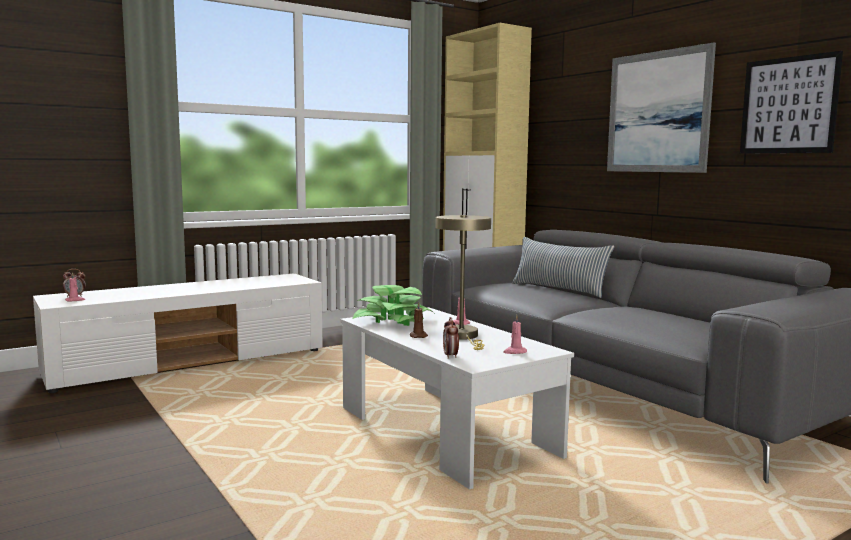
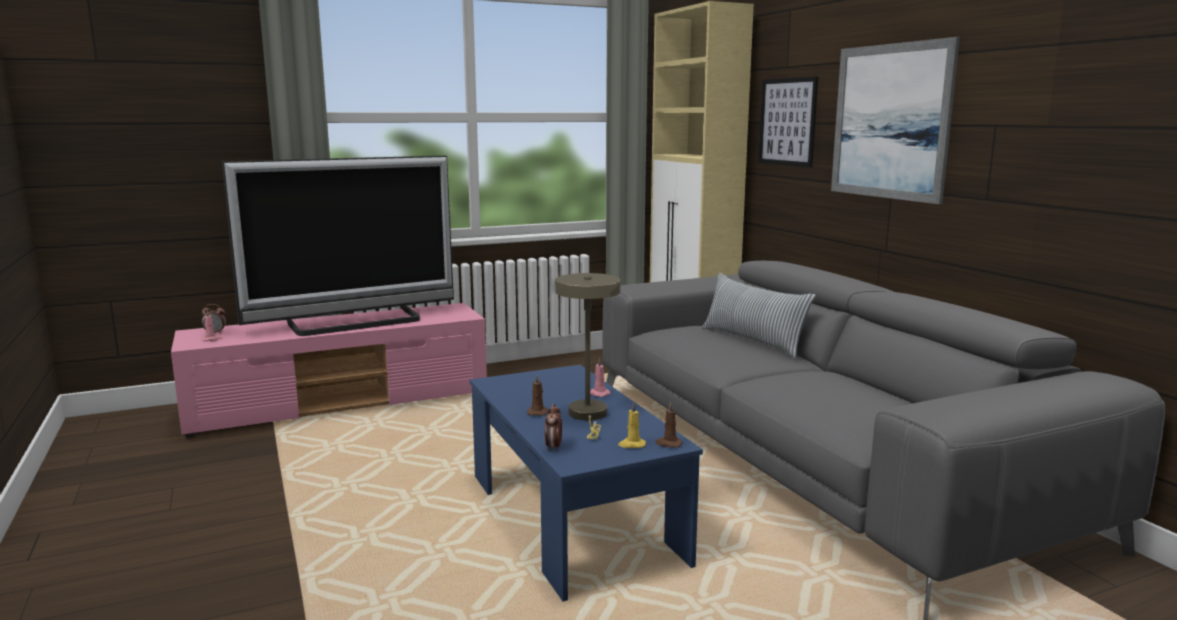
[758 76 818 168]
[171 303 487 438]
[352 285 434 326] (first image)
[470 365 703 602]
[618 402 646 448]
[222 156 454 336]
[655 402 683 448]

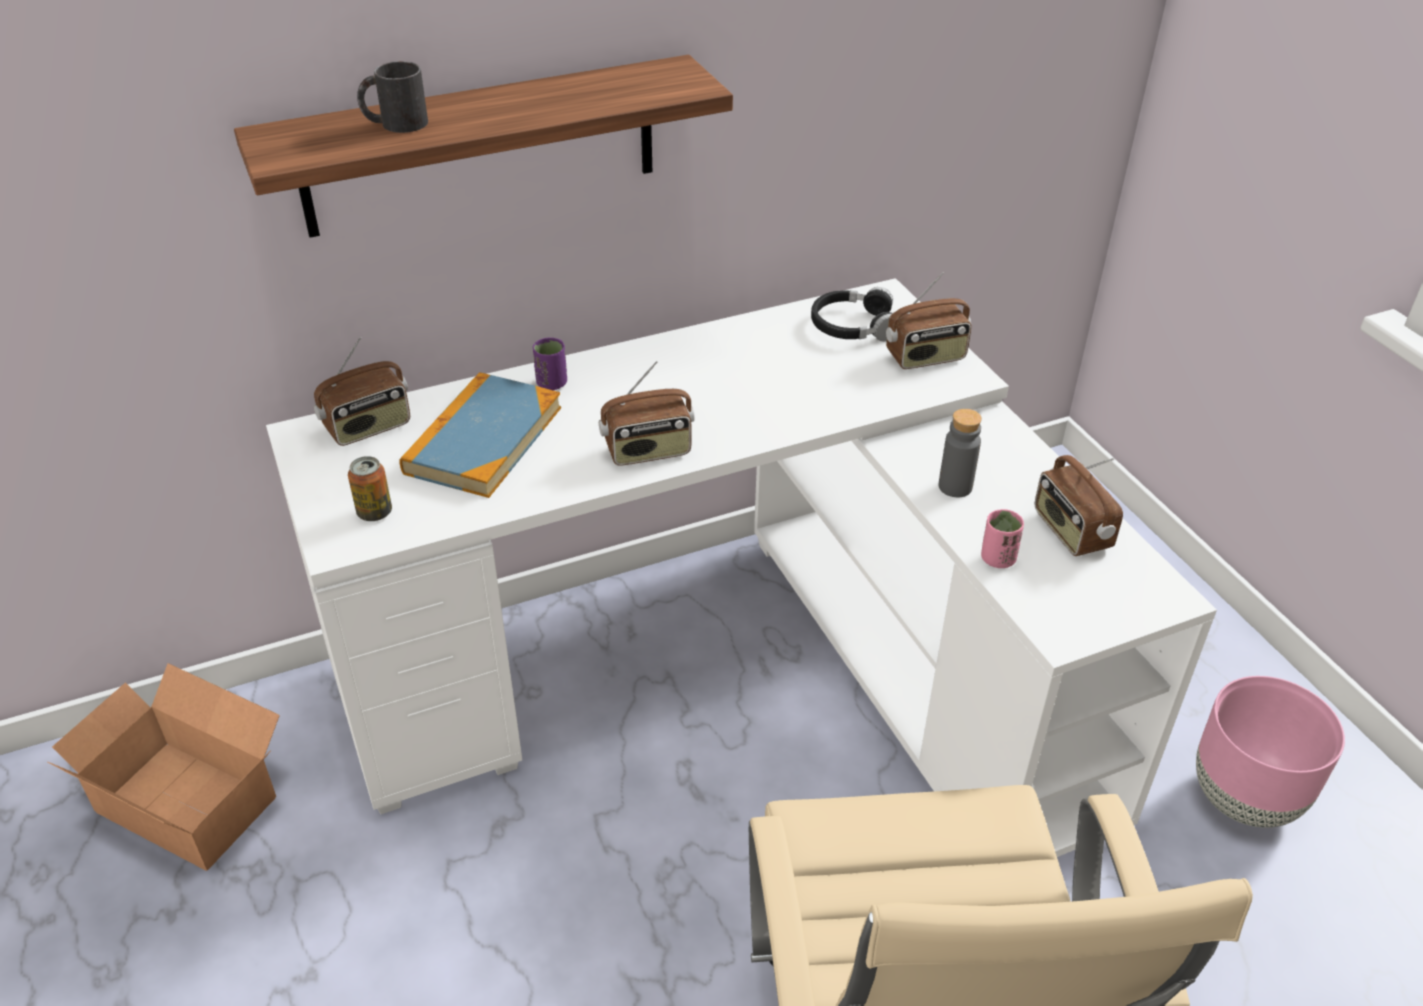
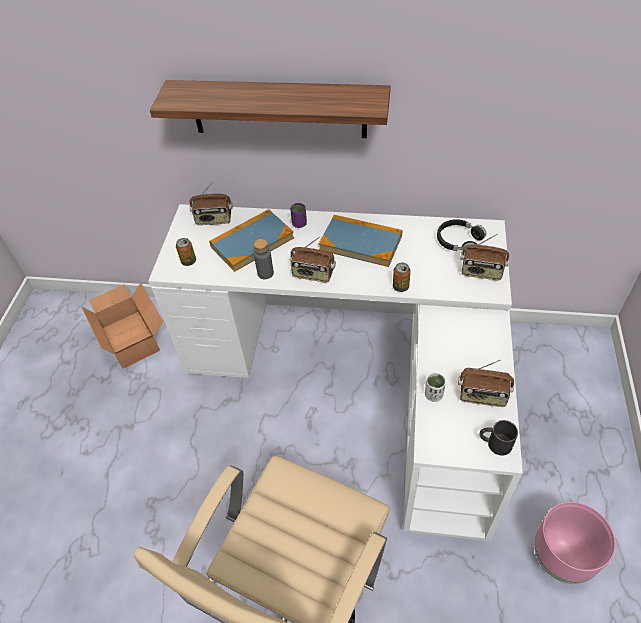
[479 420 518 456]
[254 239 274 279]
[458 360 514 407]
[425 373 446 402]
[319 215 402 267]
[393 263 411 292]

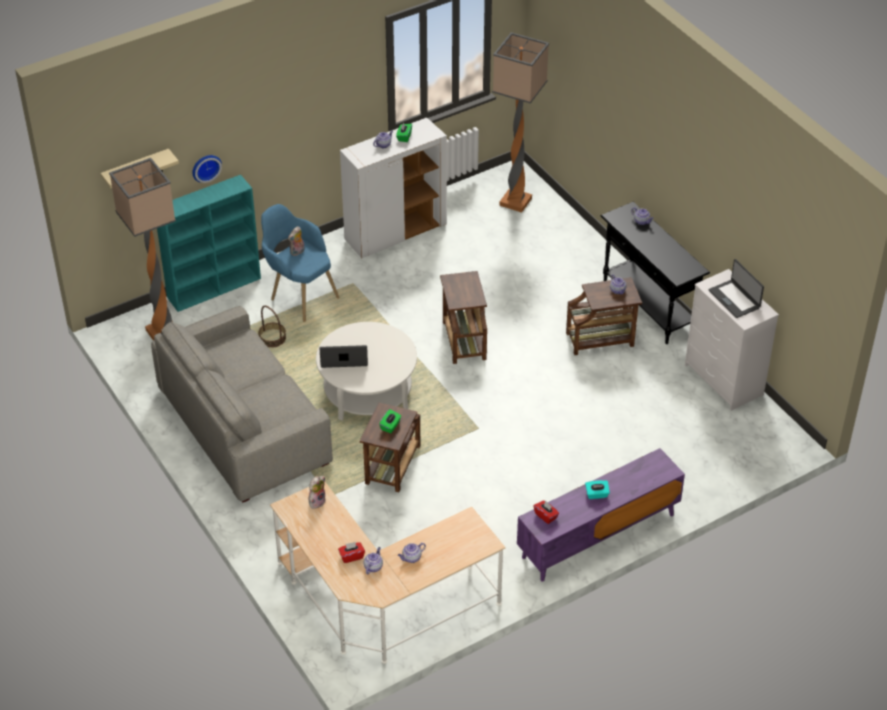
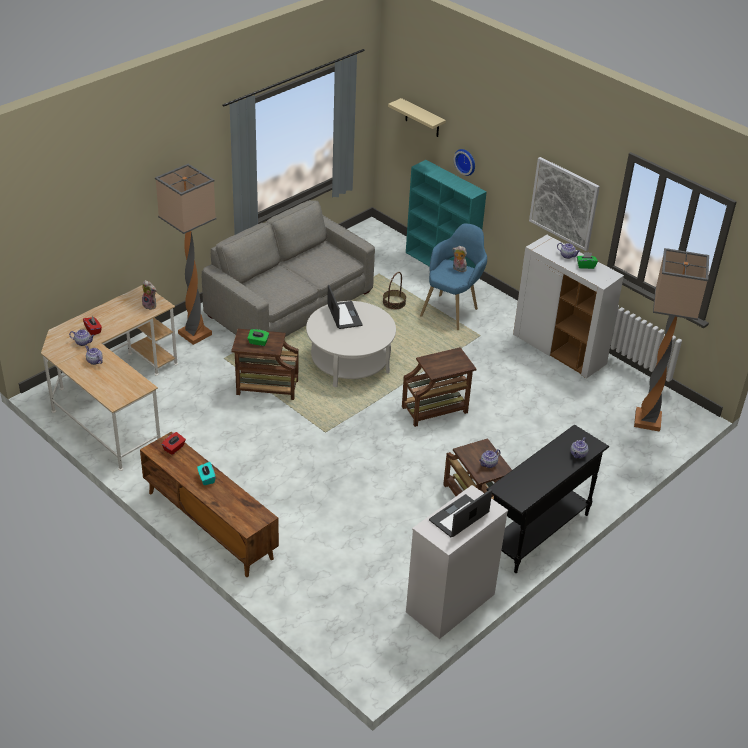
[155 164 216 345]
[140 432 279 577]
[529 157 600 251]

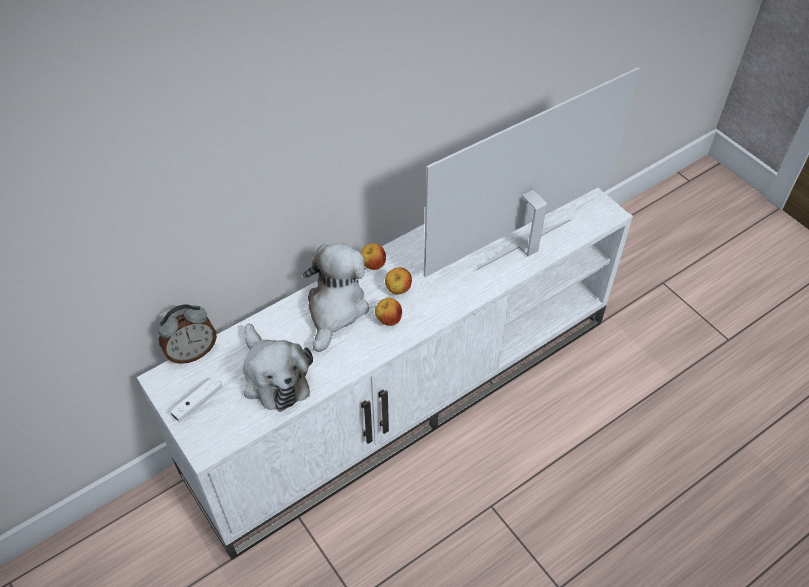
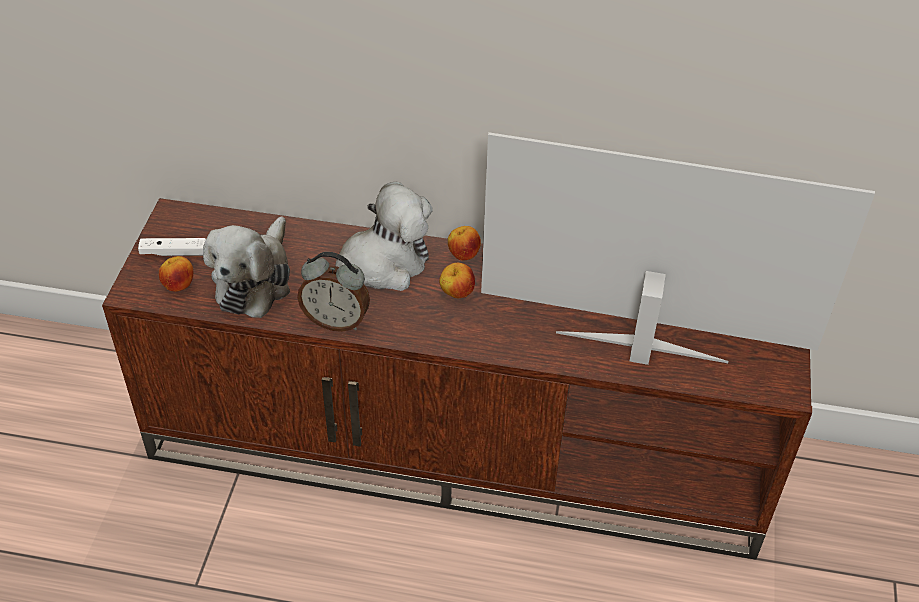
[102 198 812 560]
[159 256 193 292]
[297 252 370 332]

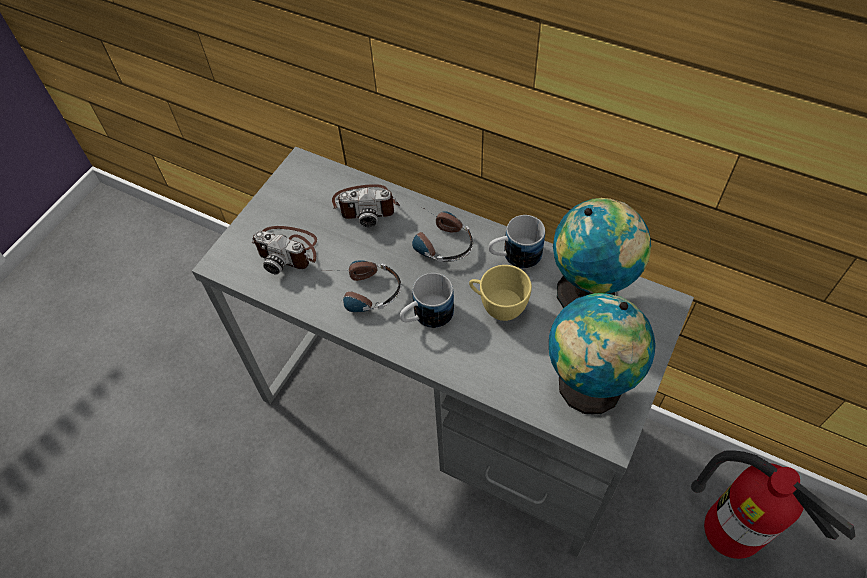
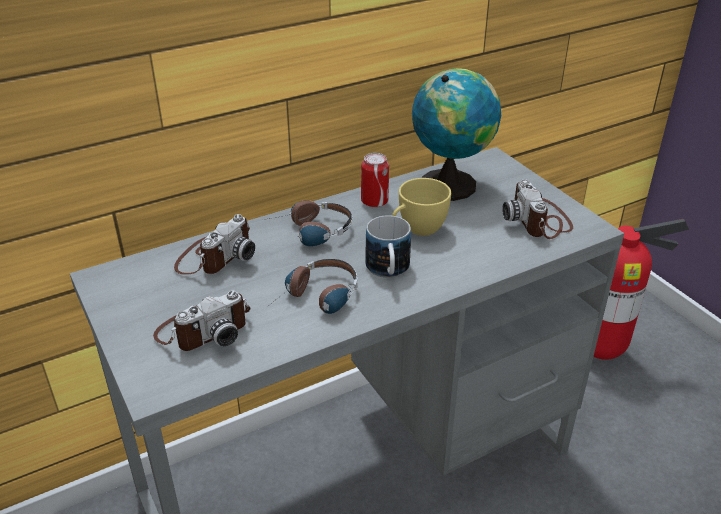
[361 153 389 207]
[502 179 573 239]

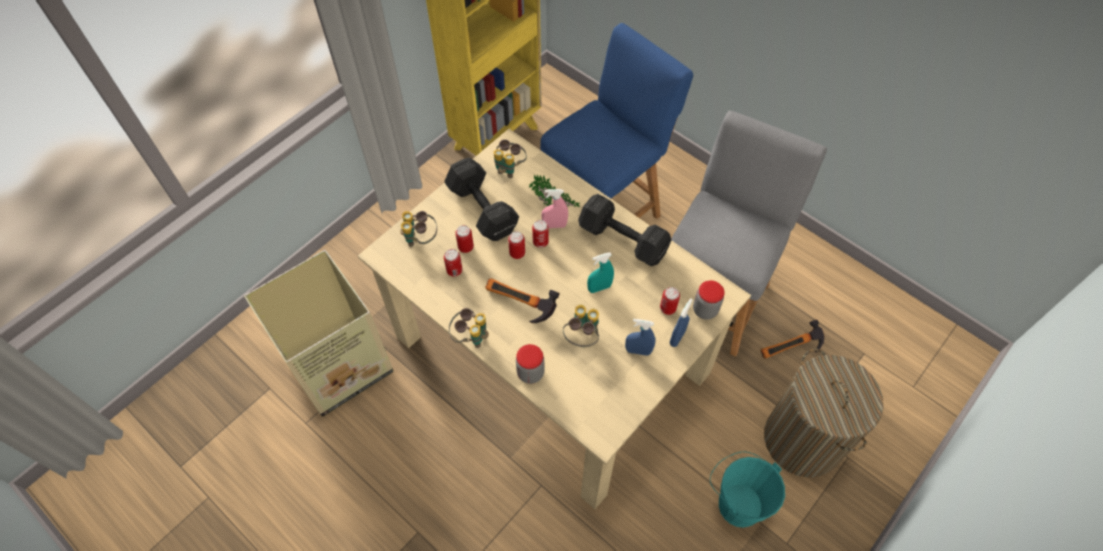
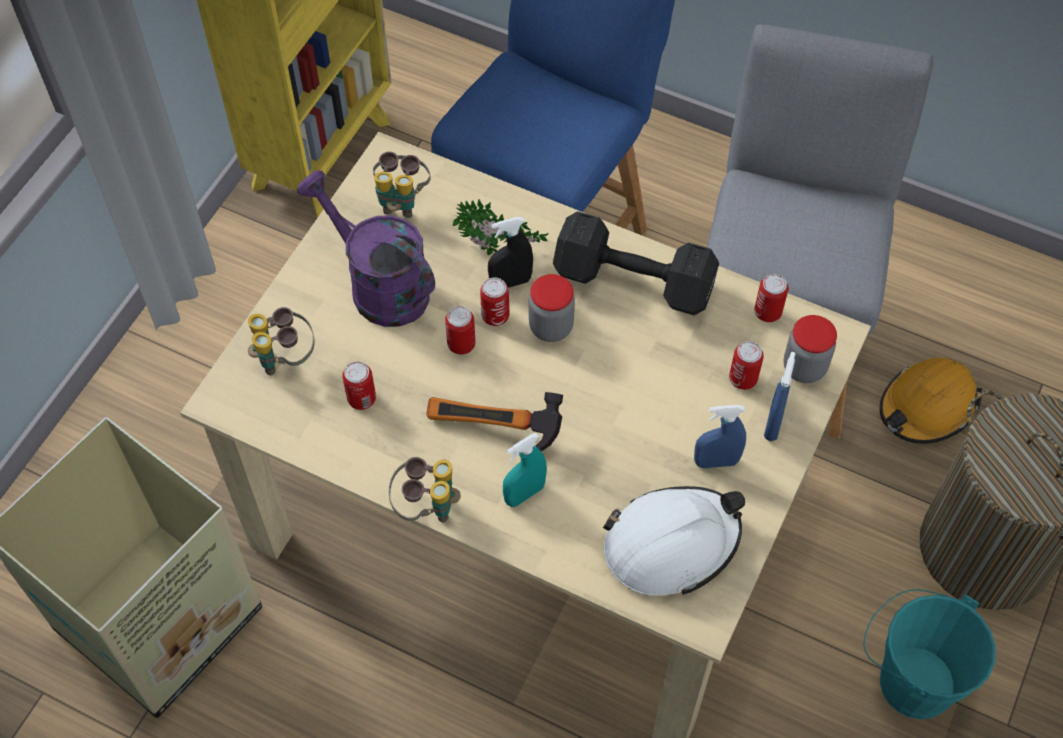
[297 170 435 327]
[488 217 533 288]
[754 274 788 322]
[503 433 547 507]
[563 305 599 347] (first image)
[879 358 982 444]
[529 274 575 342]
[603 486 745 596]

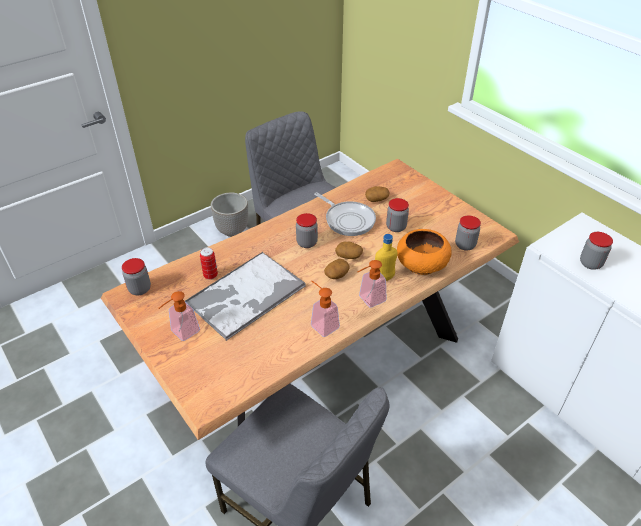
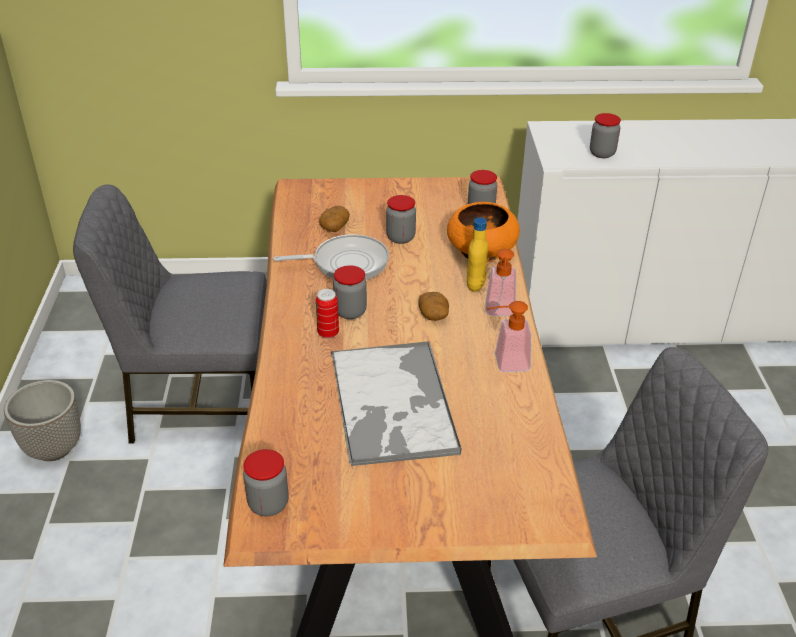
[335 242 363 259] (first image)
[316 289 339 339]
[159 291 200 341] (first image)

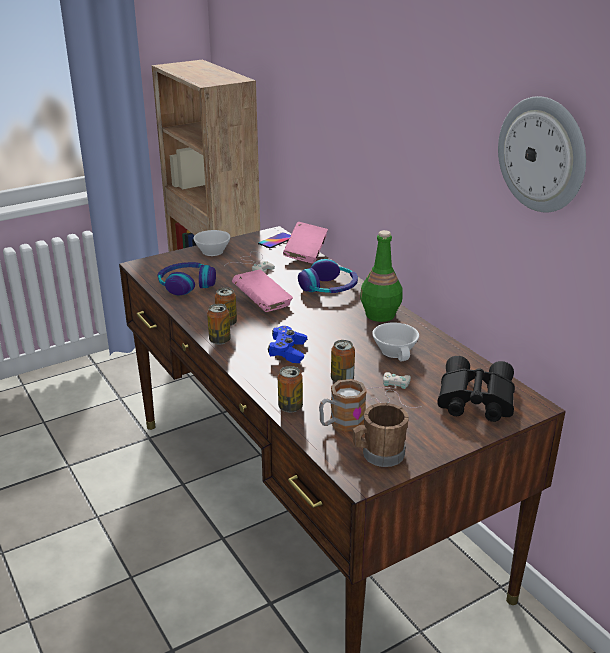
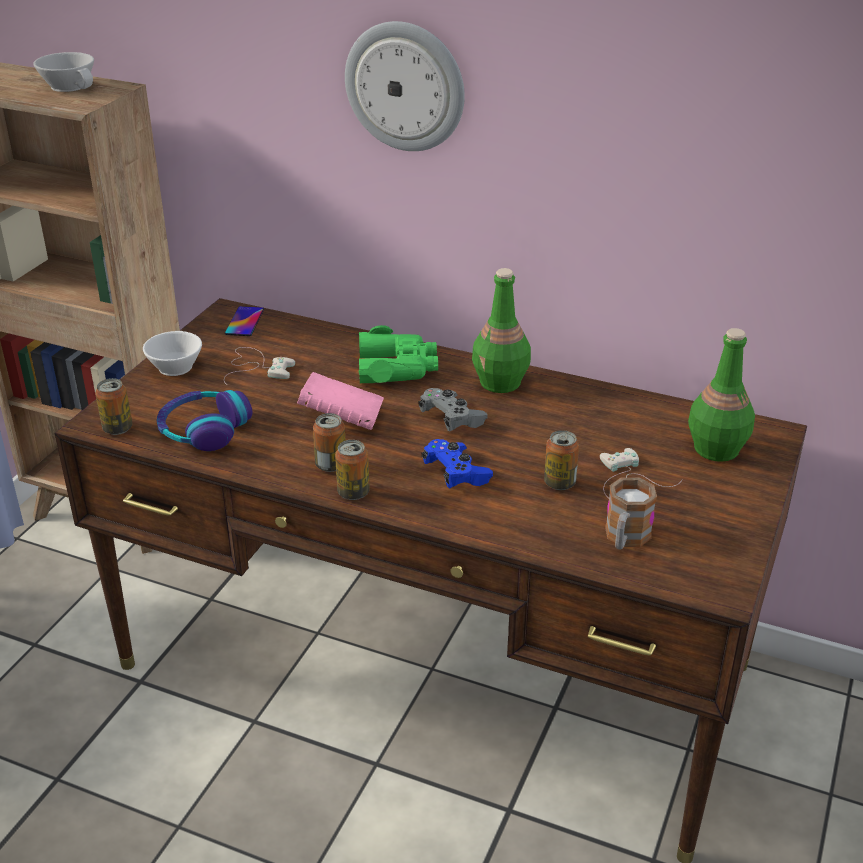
[345 21 465 151]
[283 222 328 264] (first image)
[359 325 438 383]
[33 52 94 92]
[688 328 755 462]
[95 378 133 435]
[353 403 409 467] (first image)
[418 388 488 431]

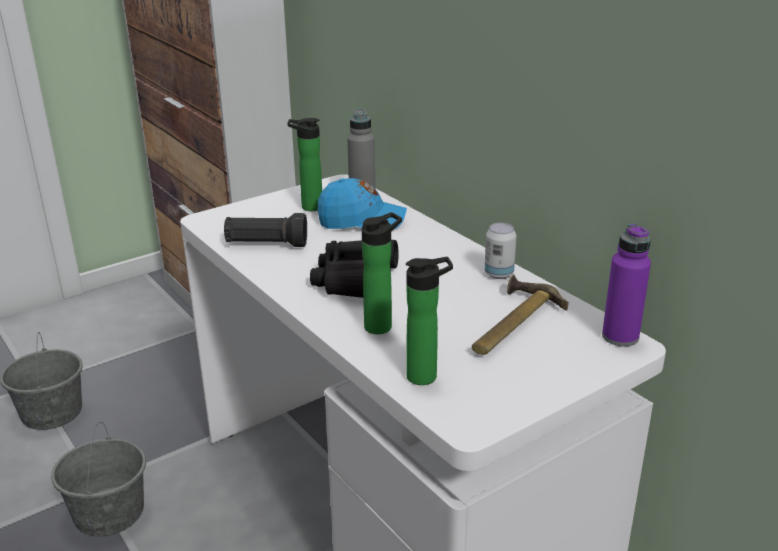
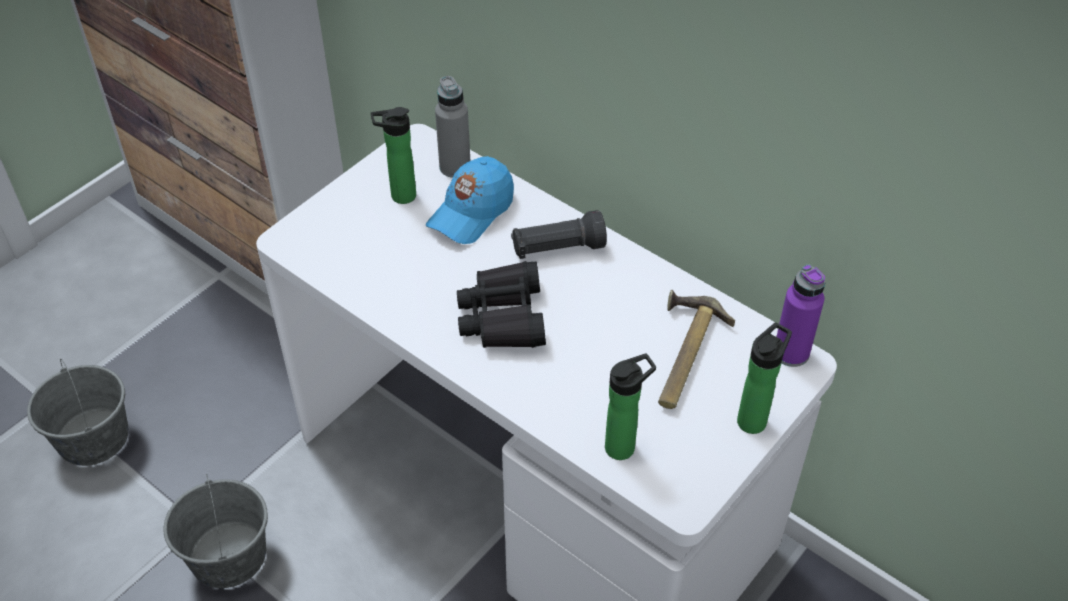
[426 156 514 244]
[737 323 792 434]
[511 210 607 259]
[484 223 517 279] (first image)

